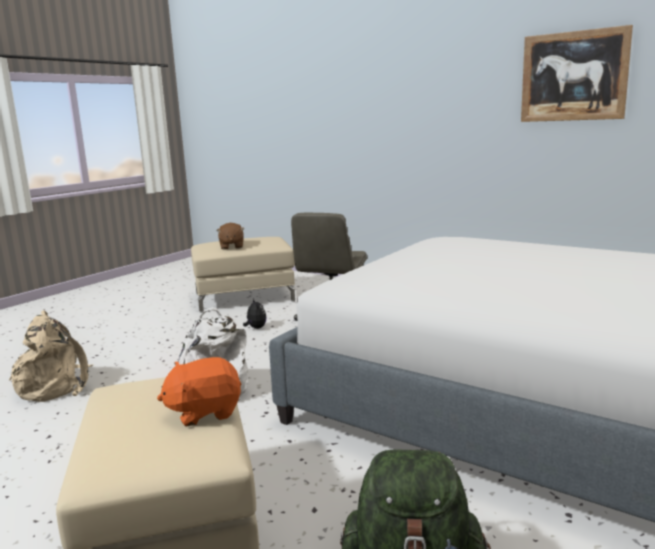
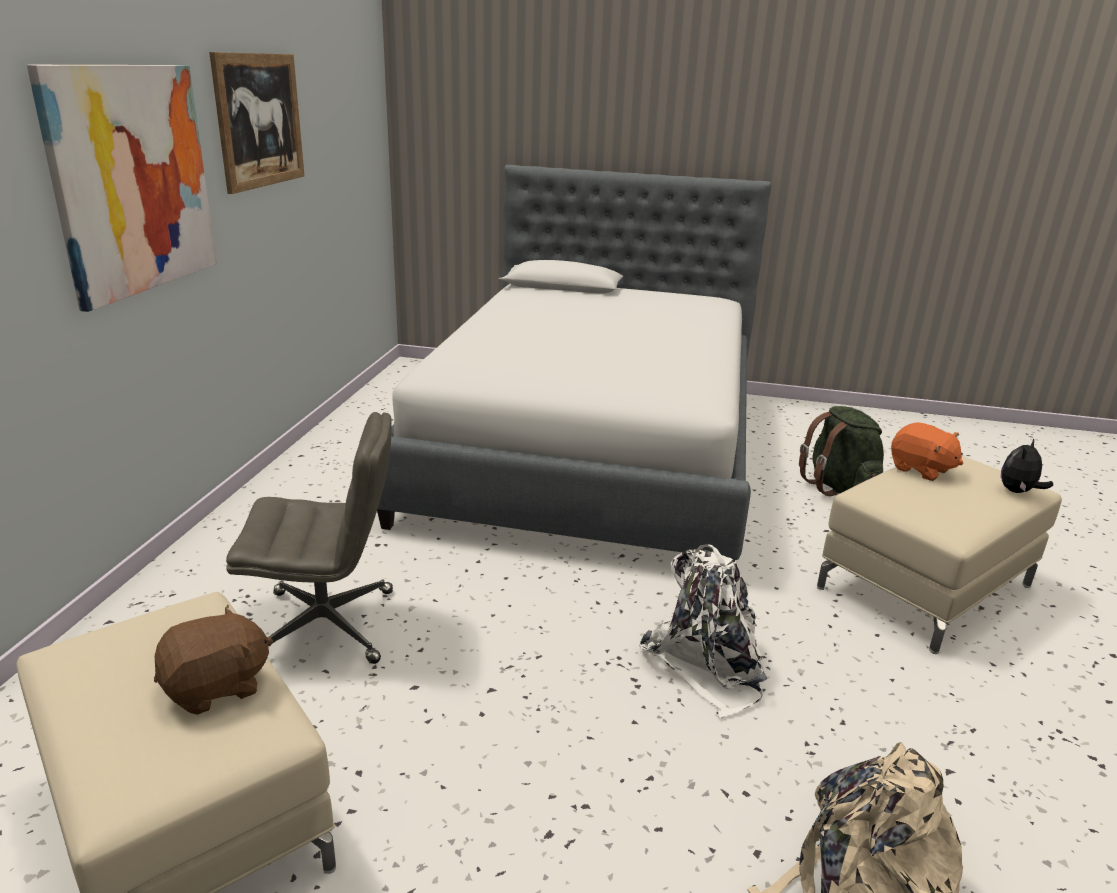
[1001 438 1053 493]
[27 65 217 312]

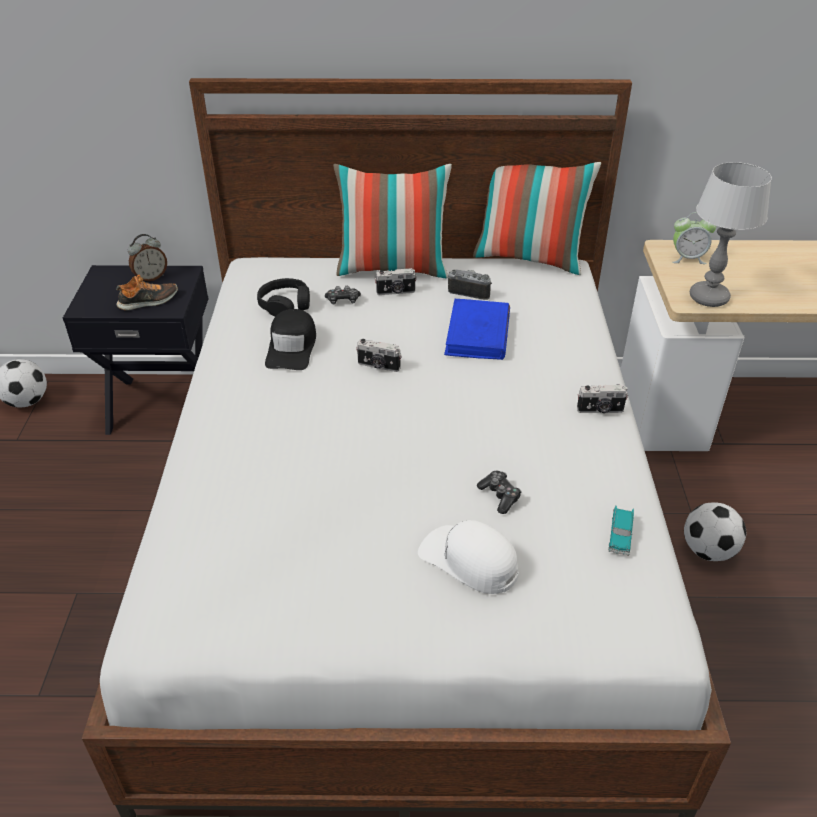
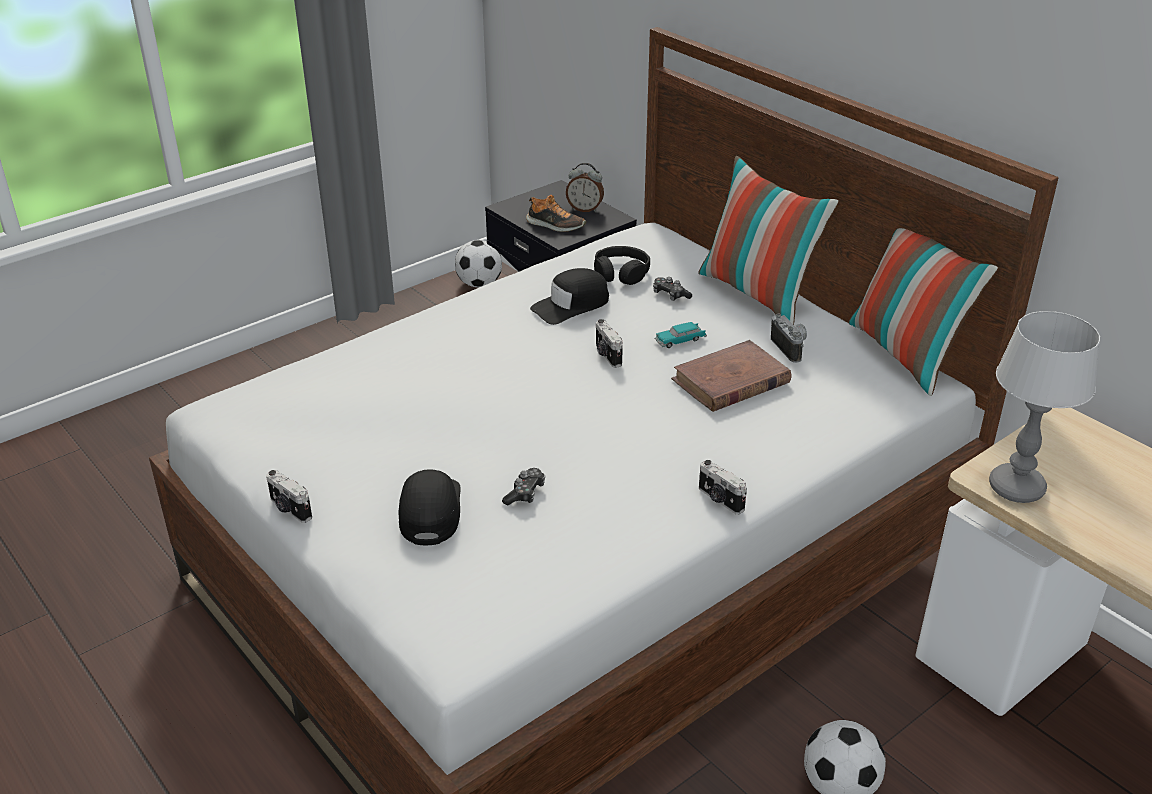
[672 212 716 264] (first image)
[266 470 312 523]
[671 340 791 412]
[654 322 707 348]
[399 469 461 546]

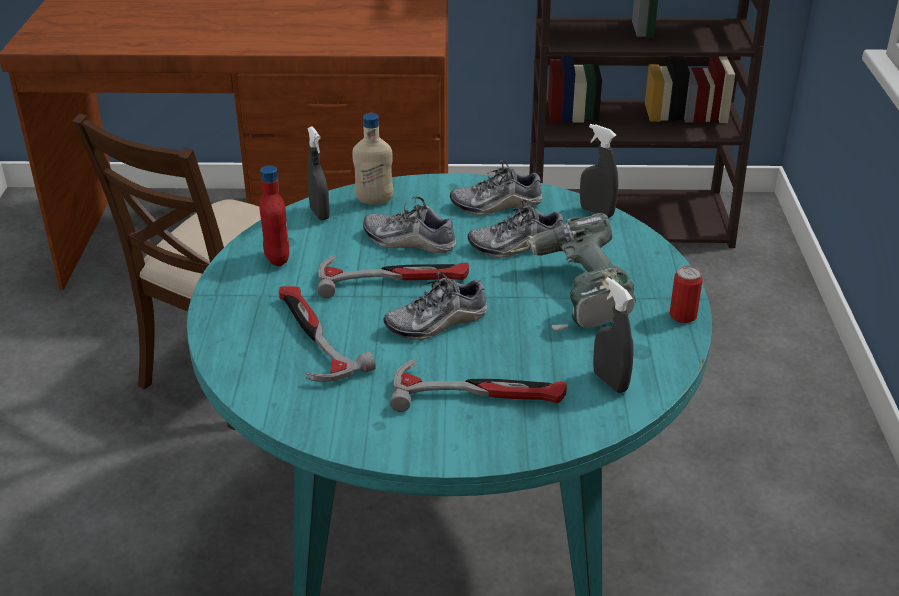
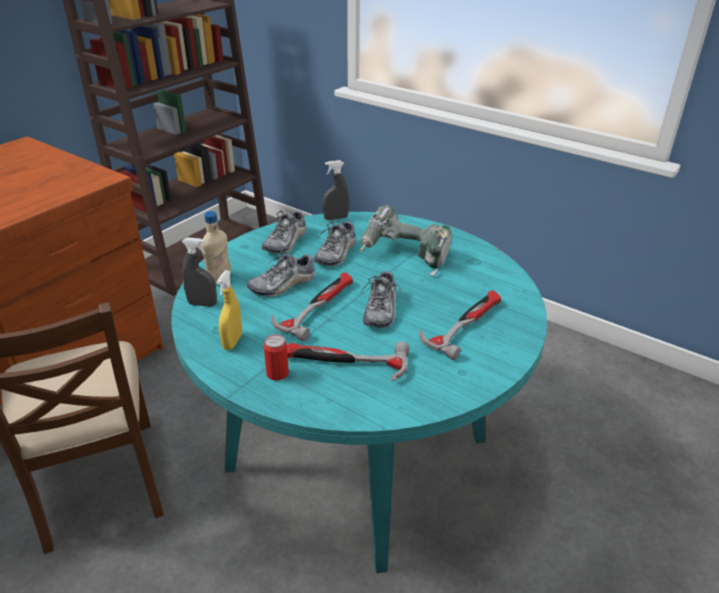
[216 270 242 350]
[264 334 289 381]
[593 277 634 393] (first image)

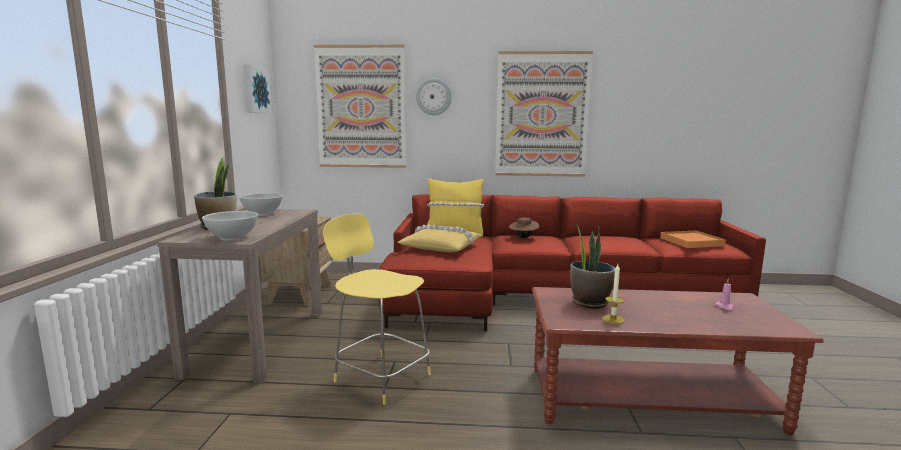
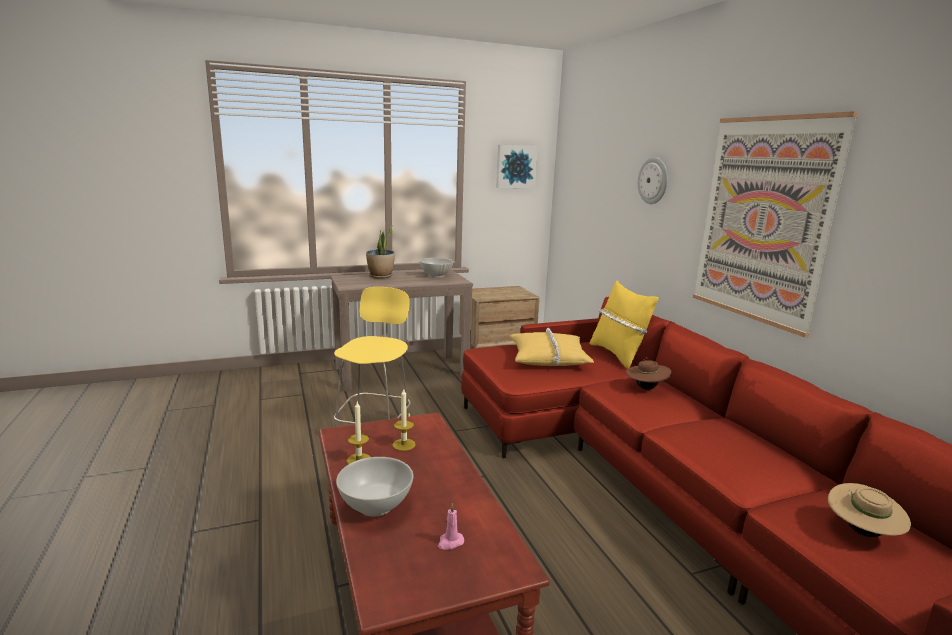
[314 45 406 168] (first image)
[336 457 413 517]
[393 389 416 451]
[828 483 911 537]

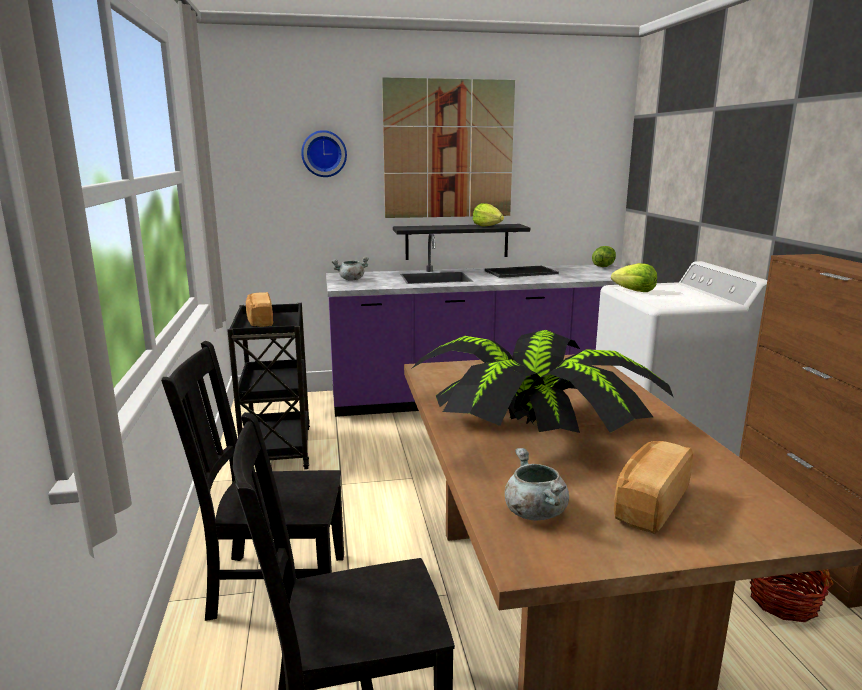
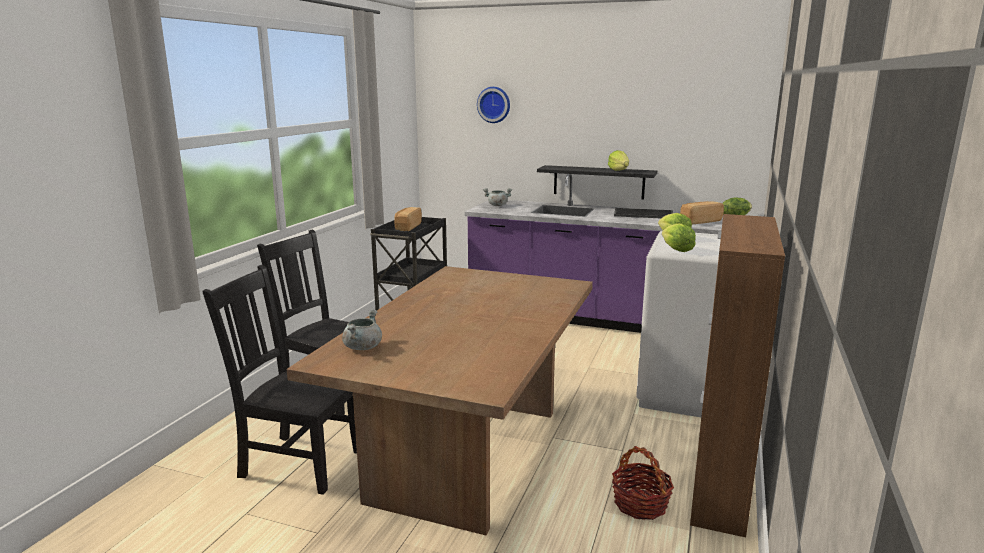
[382 77 515 218] (first image)
[410 330 673 433] (first image)
[680 201 724 224]
[662 223 696 252]

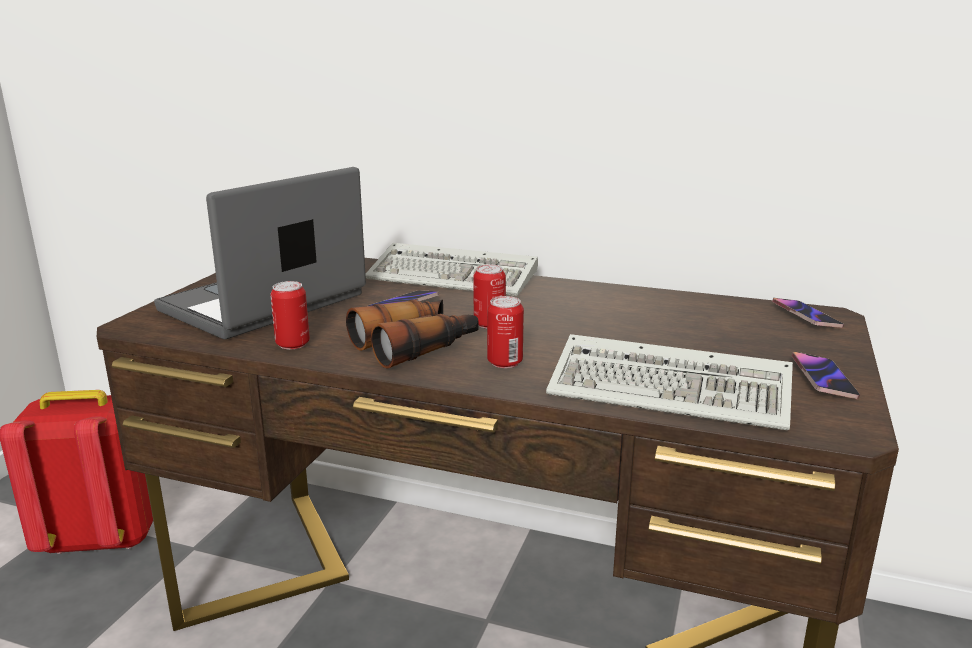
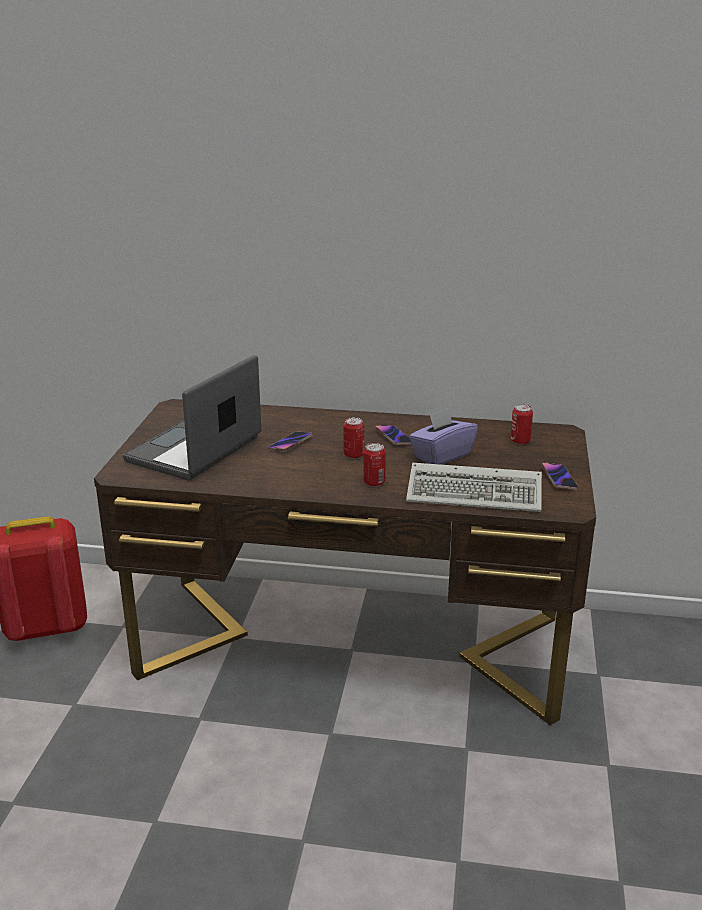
[365 243 538 296] (first image)
[510 404 533 445]
[375 425 412 445]
[346 299 478 369] (first image)
[409 408 478 465]

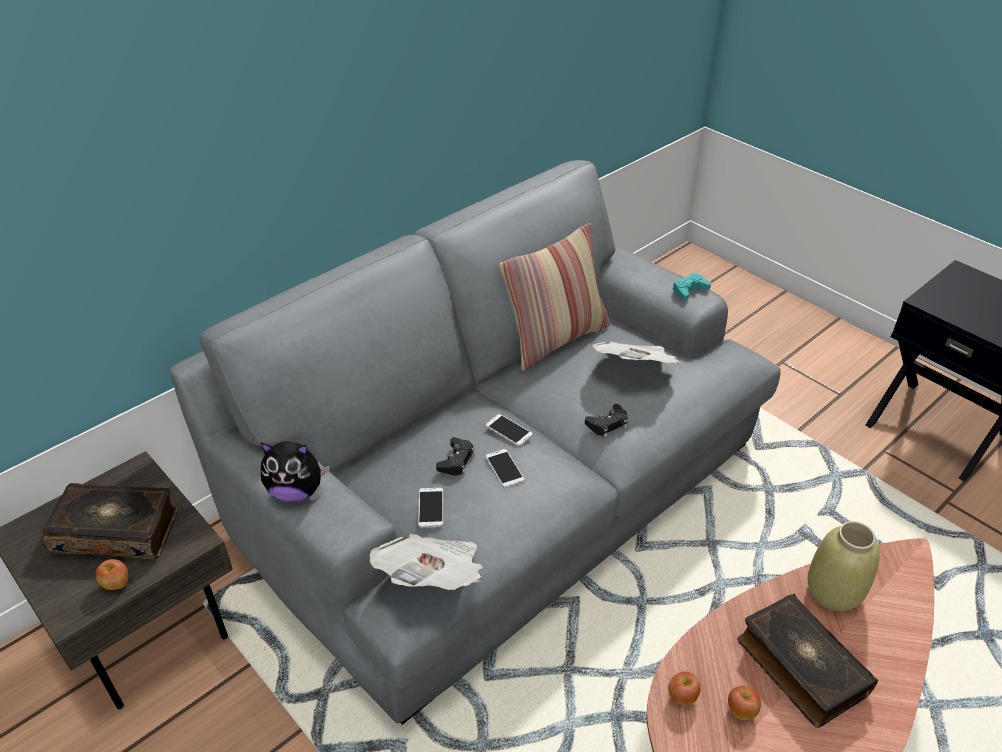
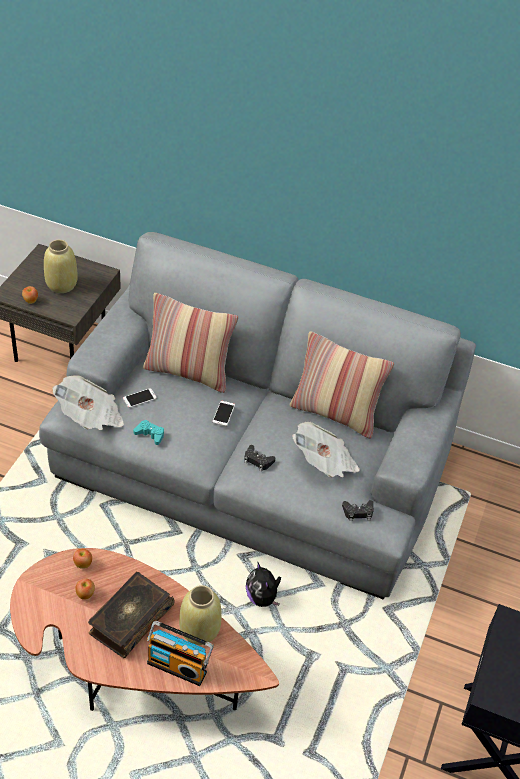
[133 420 164 445]
[342 500 374 521]
[246 561 281 607]
[486 449 524 488] (first image)
[44 240 78 293]
[143 293 238 393]
[147 621 214 686]

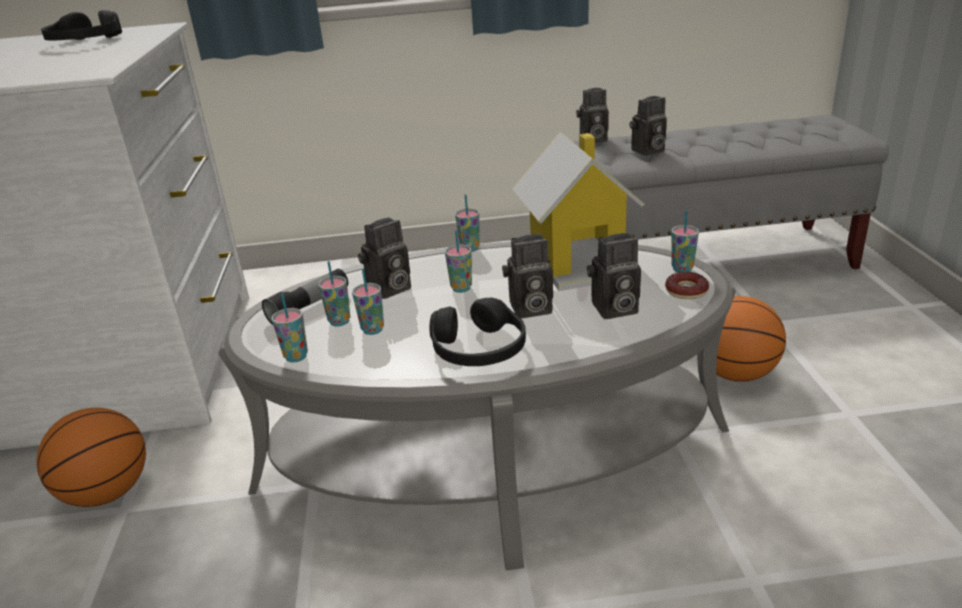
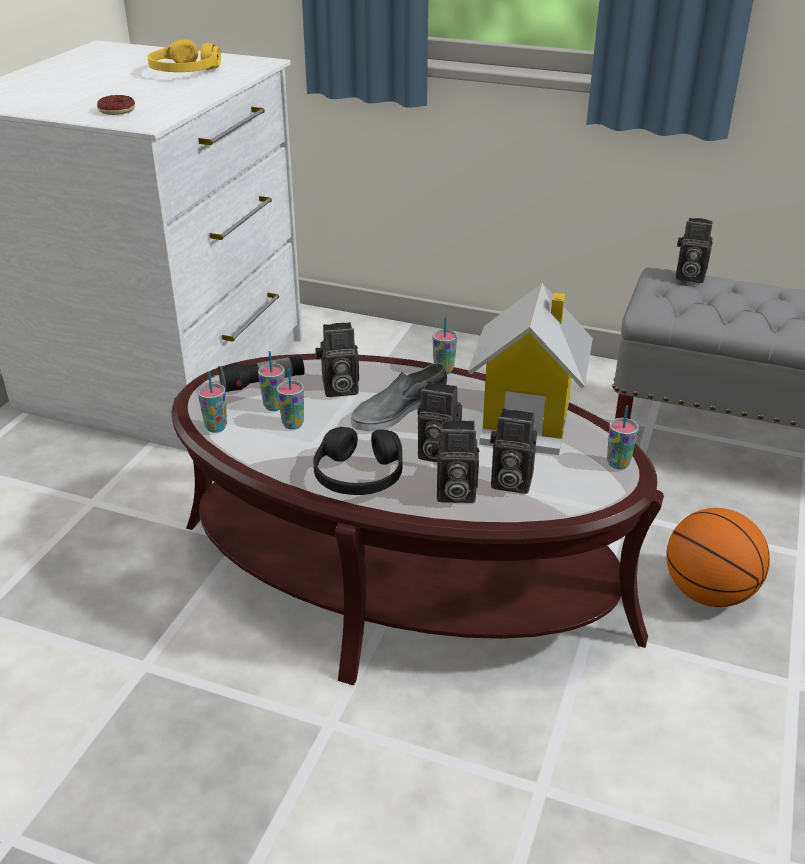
[148 39 221 72]
[431 420 479 503]
[352 363 447 431]
[172 354 664 685]
[97 95 135 115]
[37 408 146 507] (first image)

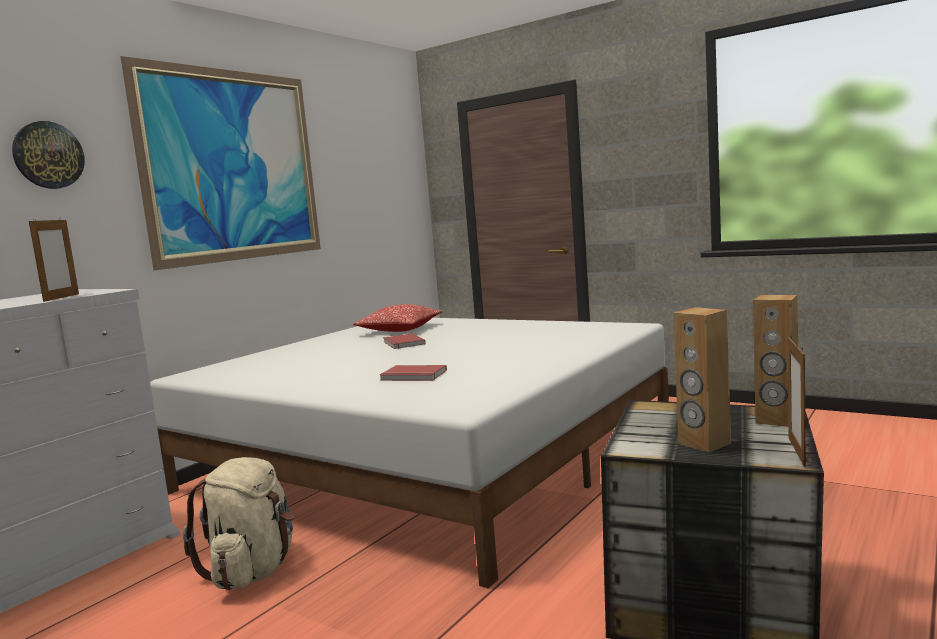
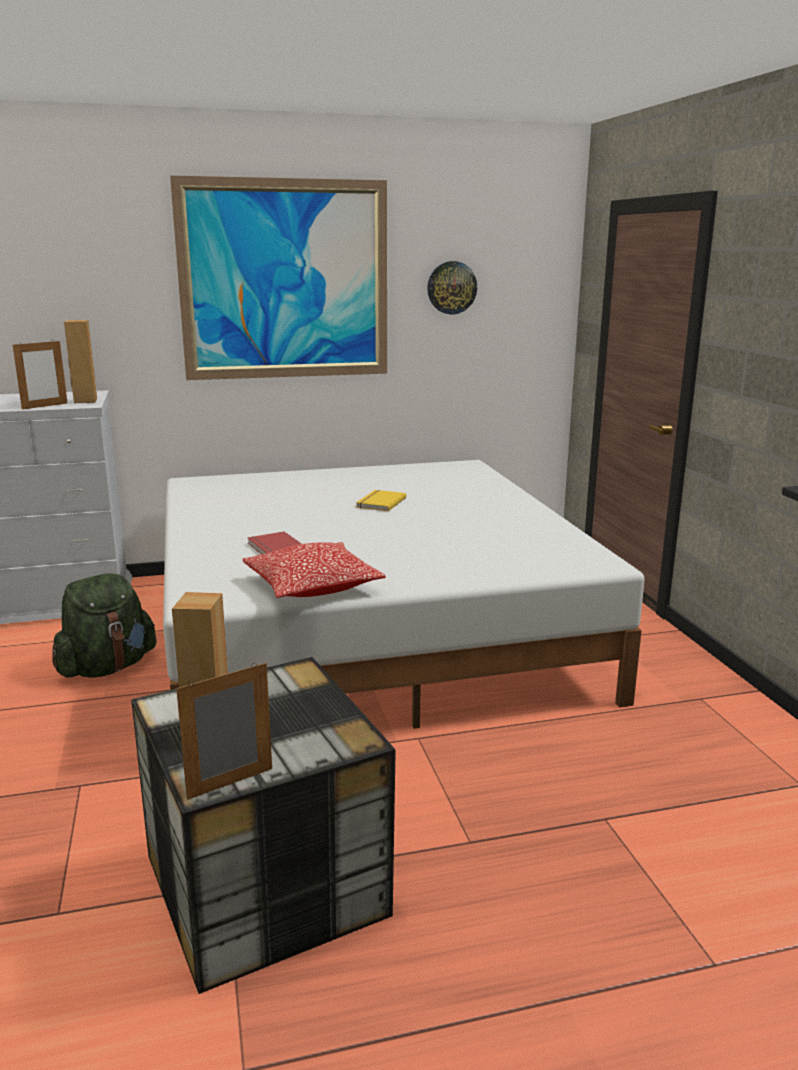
[427 261 477 314]
[64 320 97 403]
[242 542 386 598]
[356 490 406 511]
[52 573 156 678]

